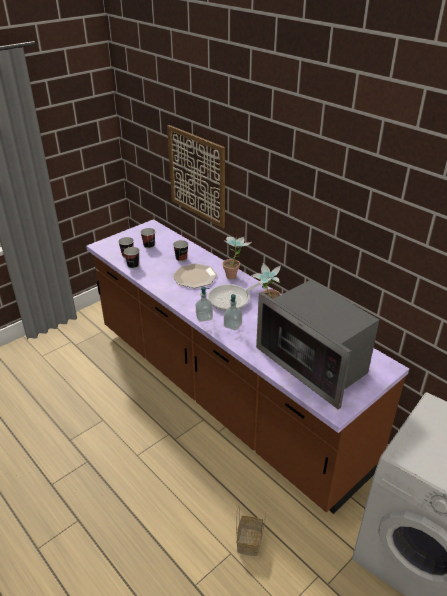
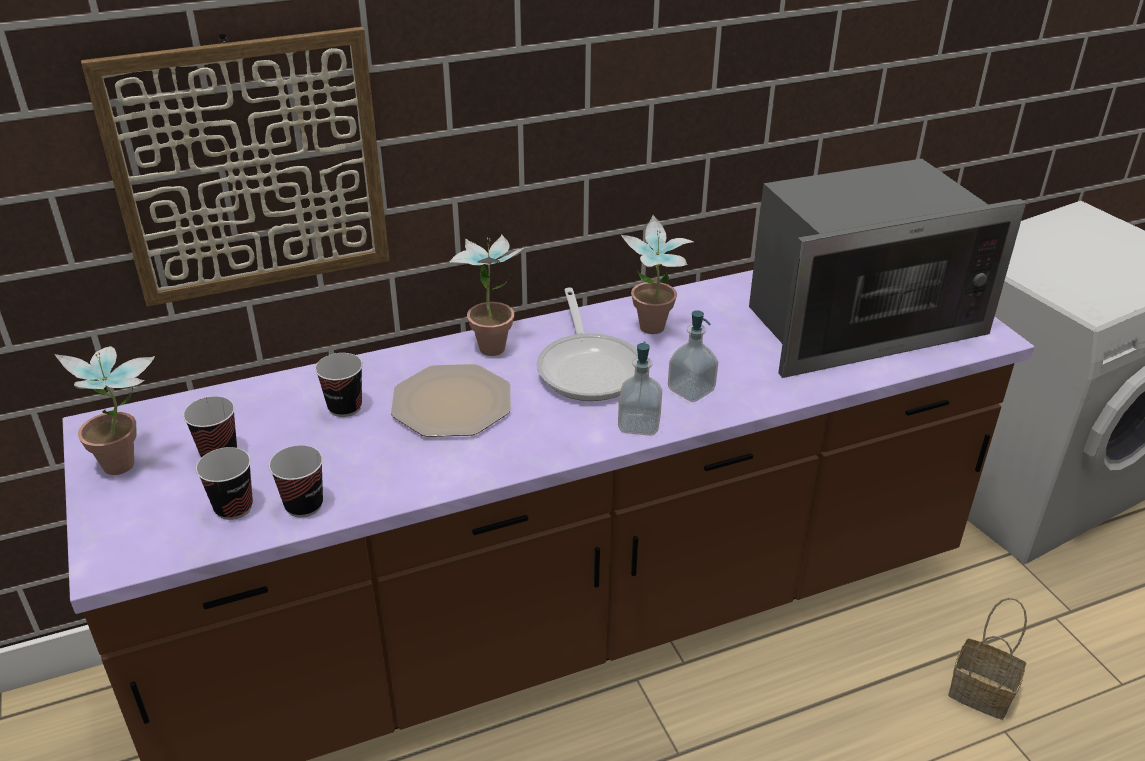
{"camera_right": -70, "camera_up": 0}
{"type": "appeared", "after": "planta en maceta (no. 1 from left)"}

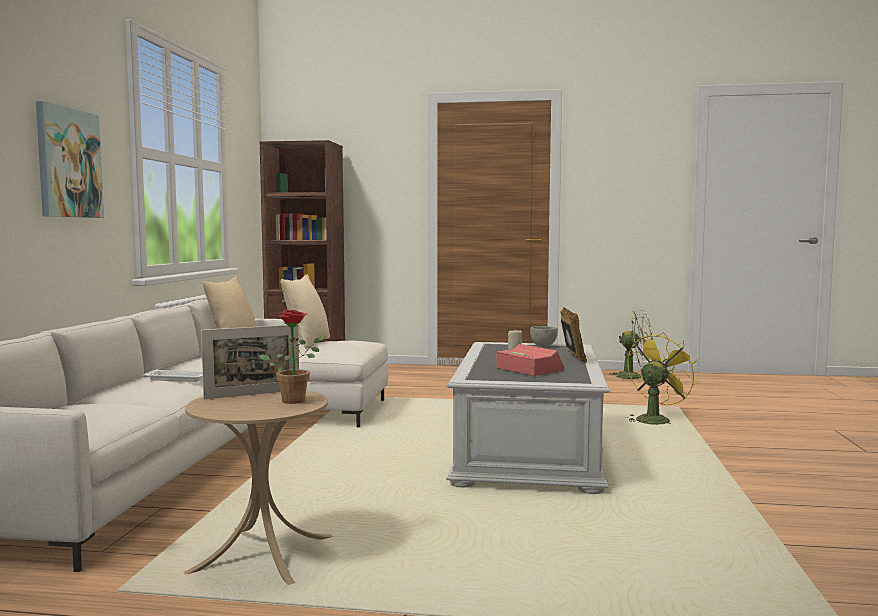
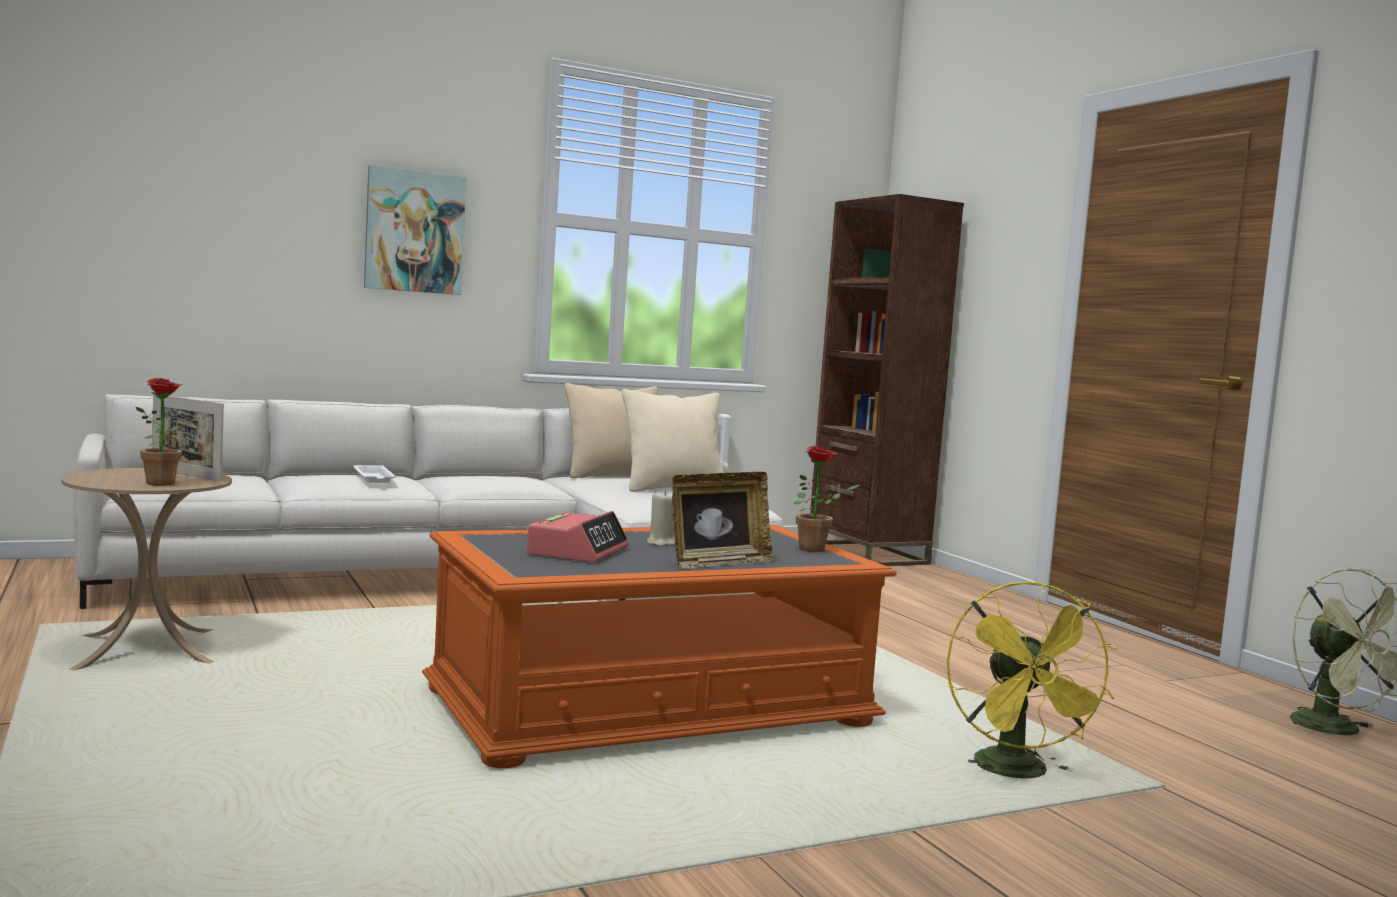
{"camera_right": 55, "camera_up": 0}
{"type": "colour", "before": "mesa de centro [blanco]", "after": "mesa de centro [naranja]"}
{"type": "exchanged", "before": "cuenco [gris]", "after": "planta en maceta (no. 2 from left)"}
{"type": "spun", "before": "ventilador [amarillo]", "turn": 75}

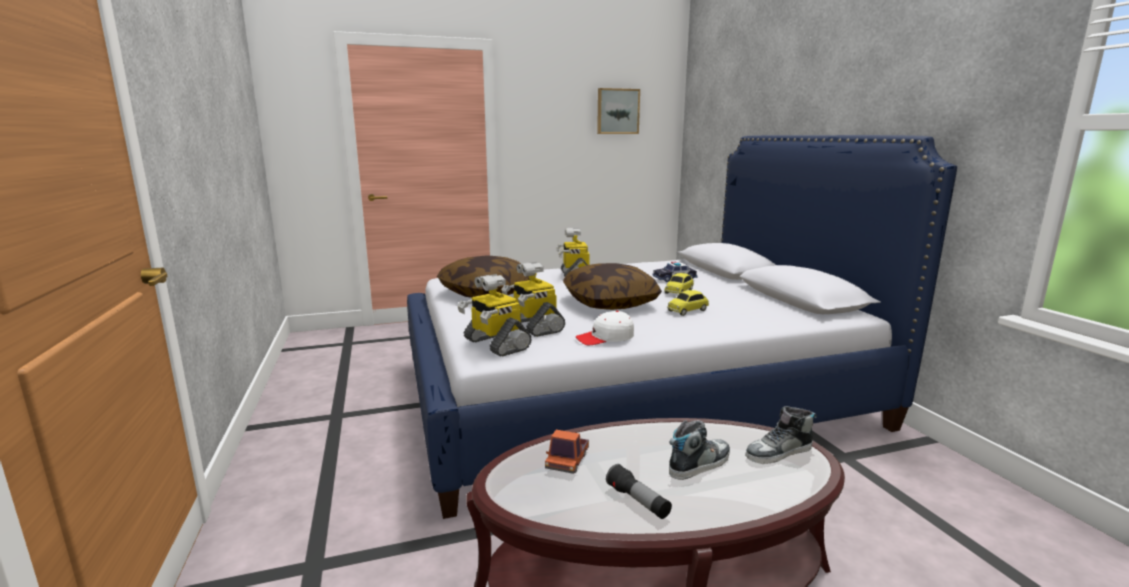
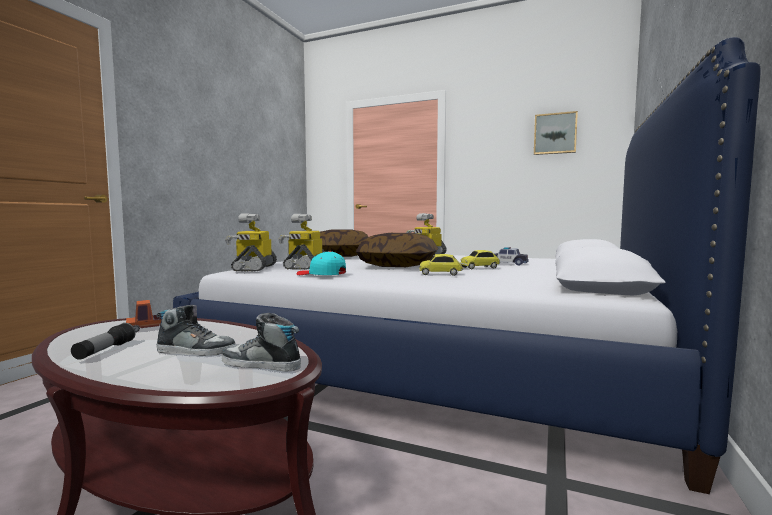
{"camera_right": 40, "camera_up": -10}
{"type": "colour", "before": "gorra [blanco]", "after": "gorra [turquesa]"}

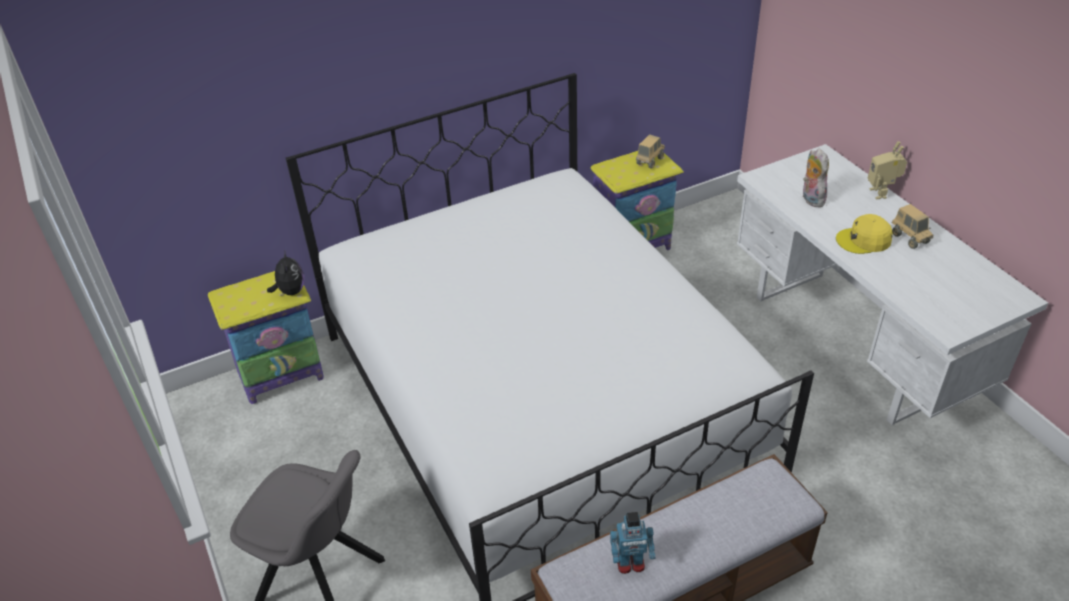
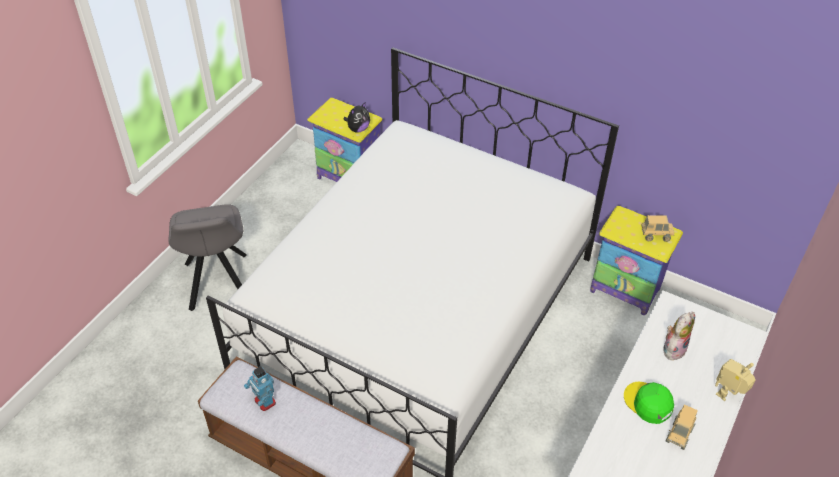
{"camera_right": 55, "camera_up": 5}
{"type": "colour", "before": "gorra [amarillo]", "after": "gorra [verde]"}

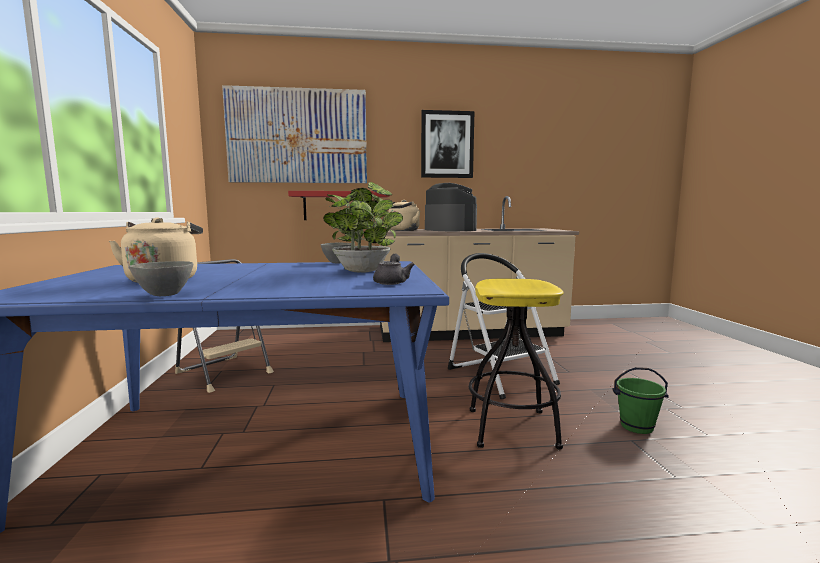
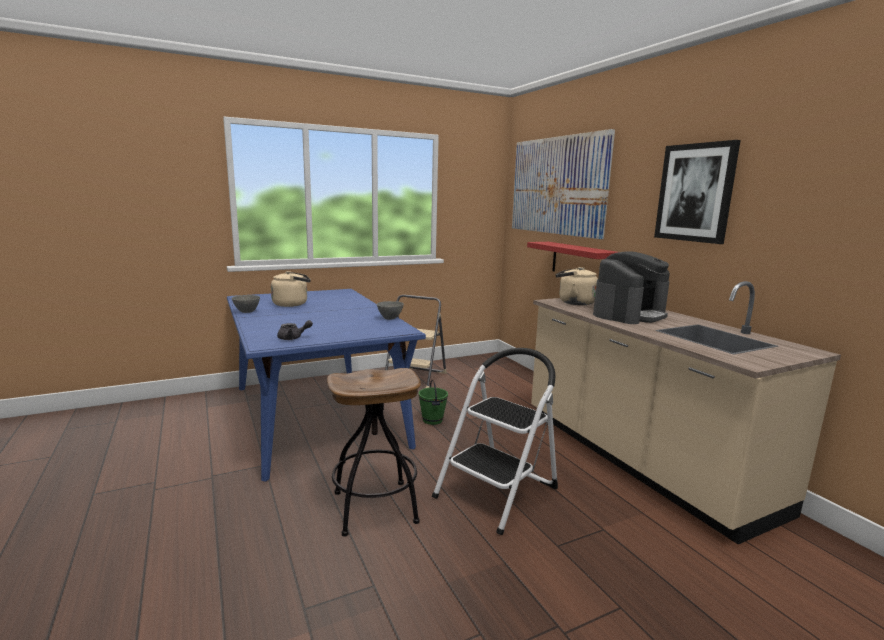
{"camera_right": 70, "camera_up": 5}
{"type": "colour", "before": "taburete [amarillo]", "after": "taburete [marrón]"}
{"type": "relocated", "before": "cubo [verde]"}
{"type": "missing", "before": "planta en maceta"}

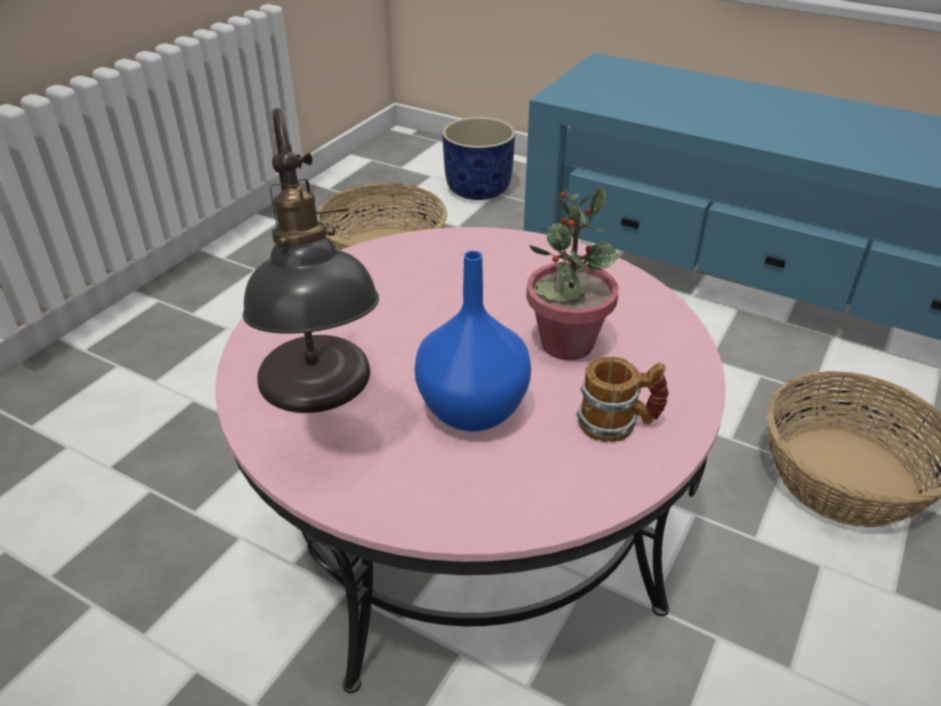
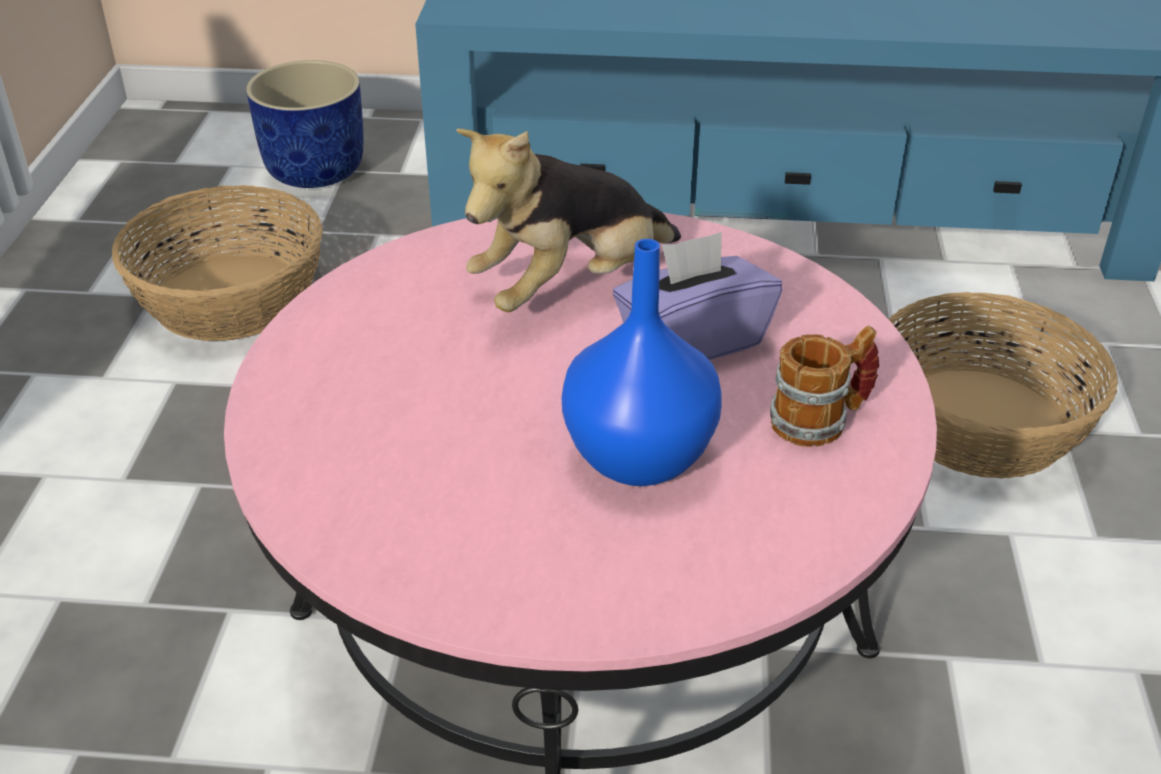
{"camera_right": -25, "camera_up": 0}
{"type": "appeared", "after": "peluche"}
{"type": "exchanged", "before": "planta en maceta", "after": "caja de pañuelos [morado]"}
{"type": "missing", "before": "lámpara de mesa [gris]"}

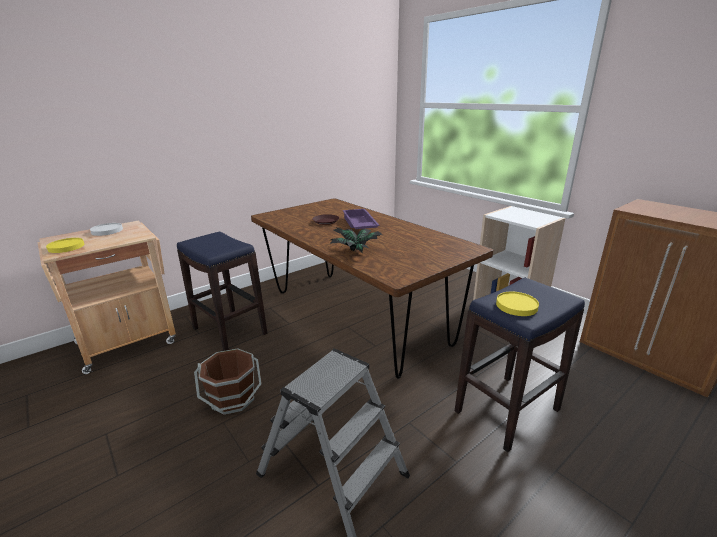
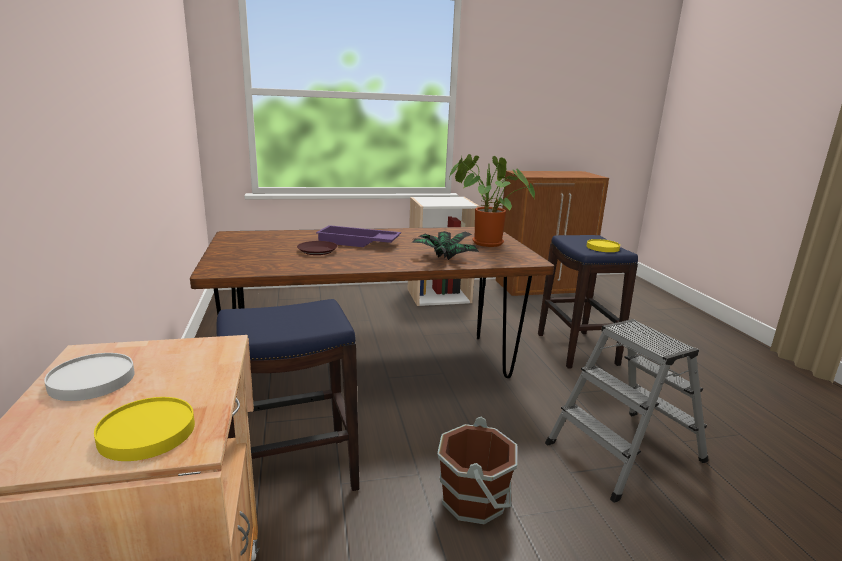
{"camera_right": -65, "camera_up": -5}
{"type": "appeared", "after": "planta en maceta (no. 2 from left)"}

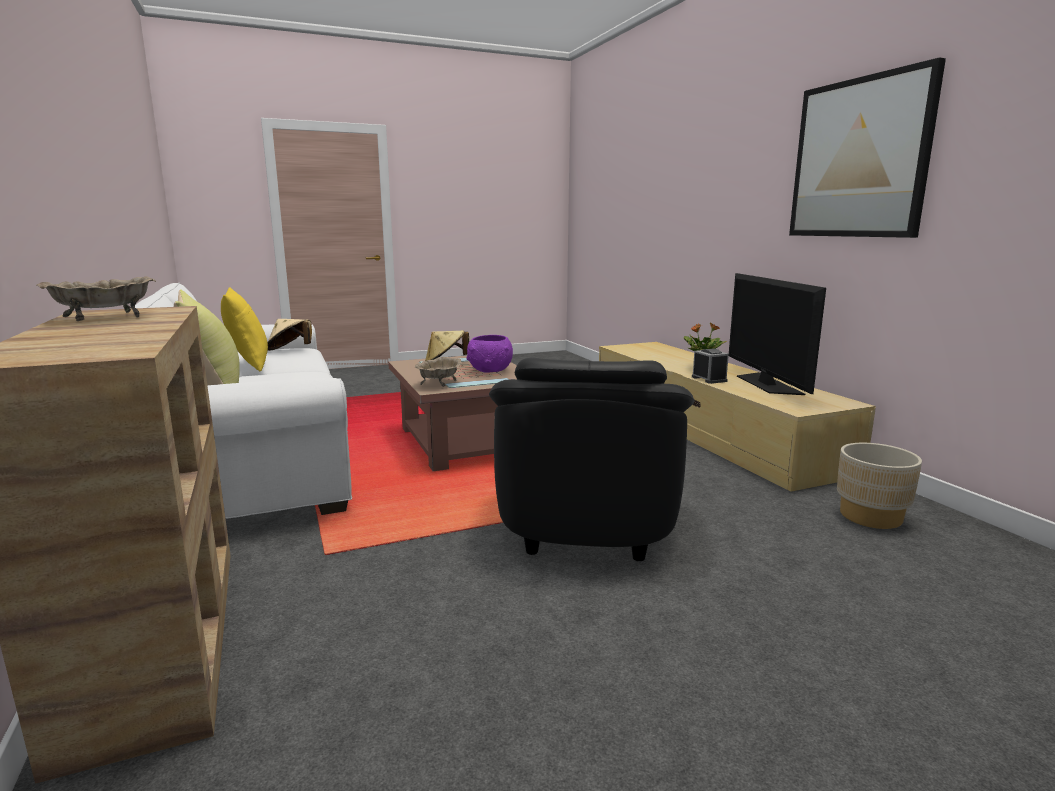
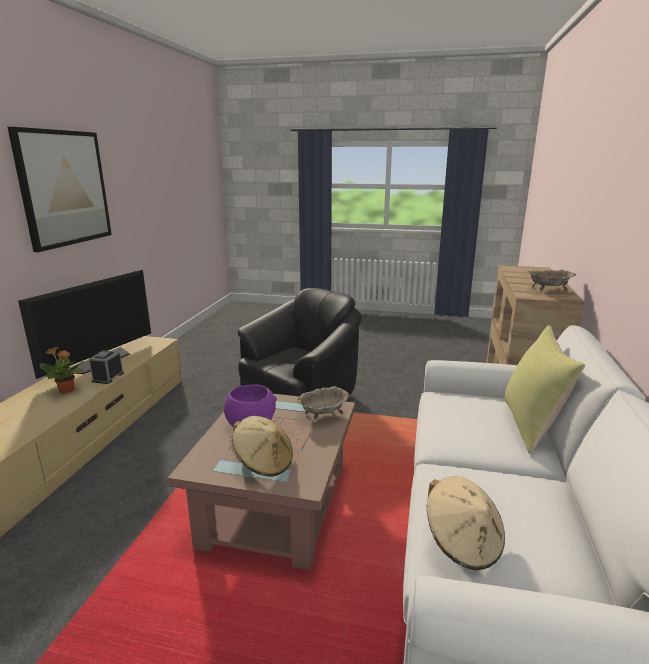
{"camera_right": -145, "camera_up": 5}
{"type": "missing", "before": "cojín [amarillo] (no. 2 from left)"}
{"type": "missing", "before": "maceta [beis]"}

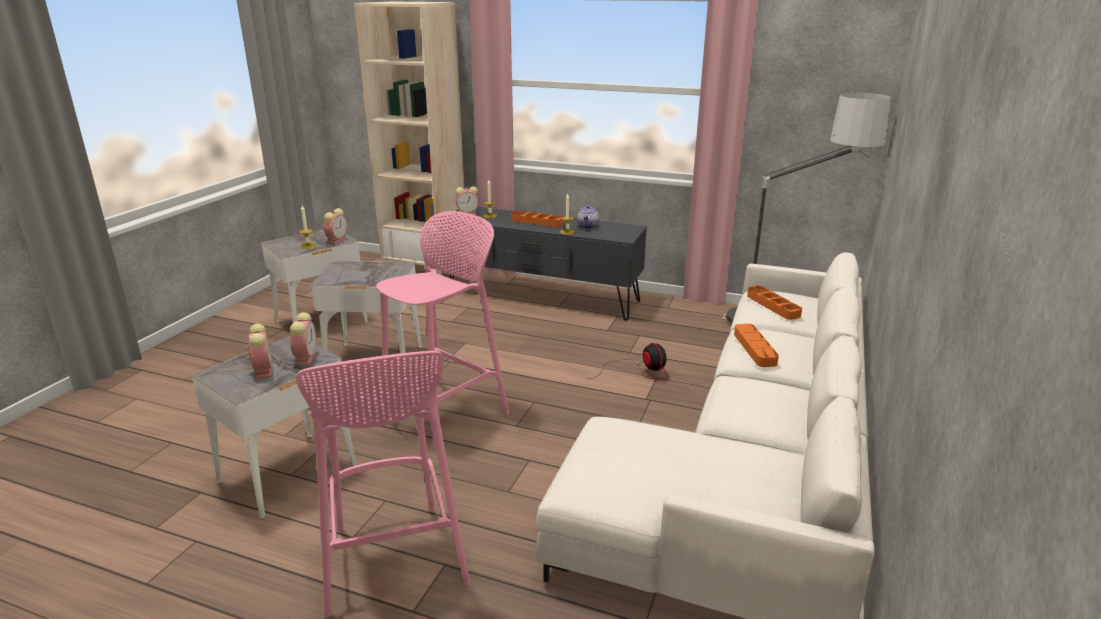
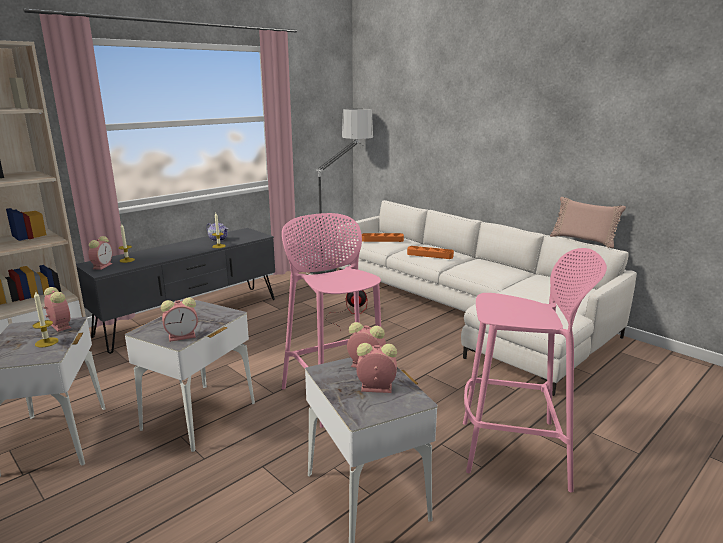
{"camera_right": -65, "camera_up": -5}
{"type": "appeared", "after": "despertador (no. 3 from left)"}
{"type": "appeared", "after": "cojín [beis]"}
{"type": "missing", "before": "bandeja [naranja] (no. 1 from left)"}

